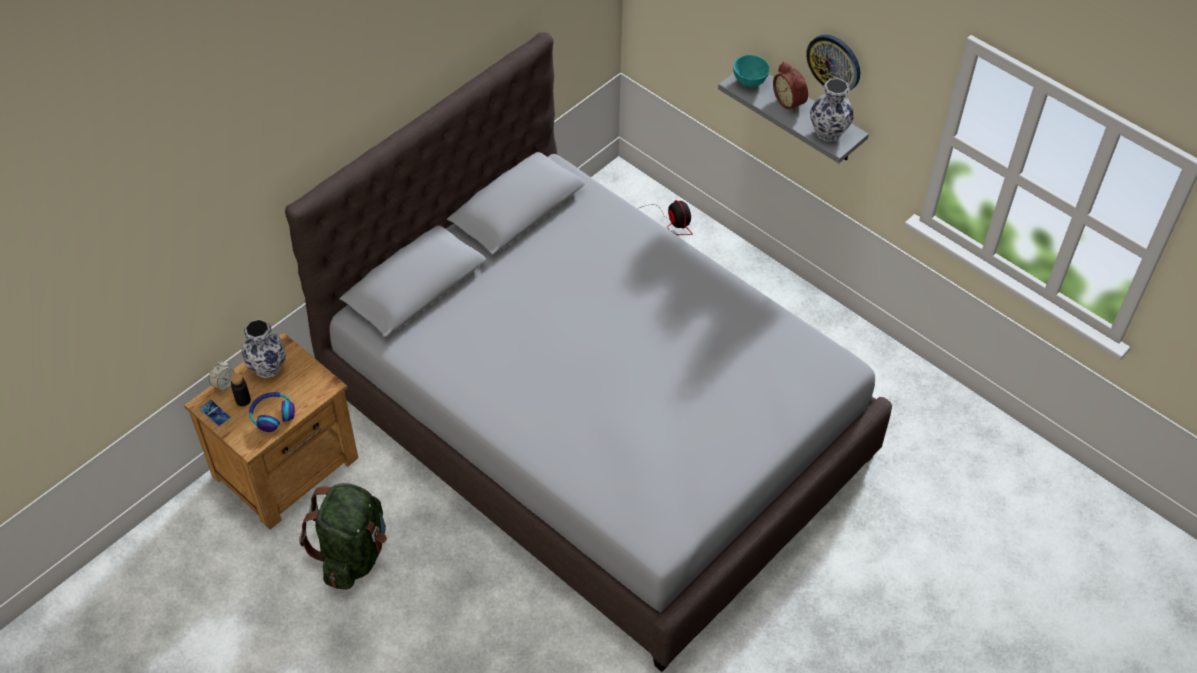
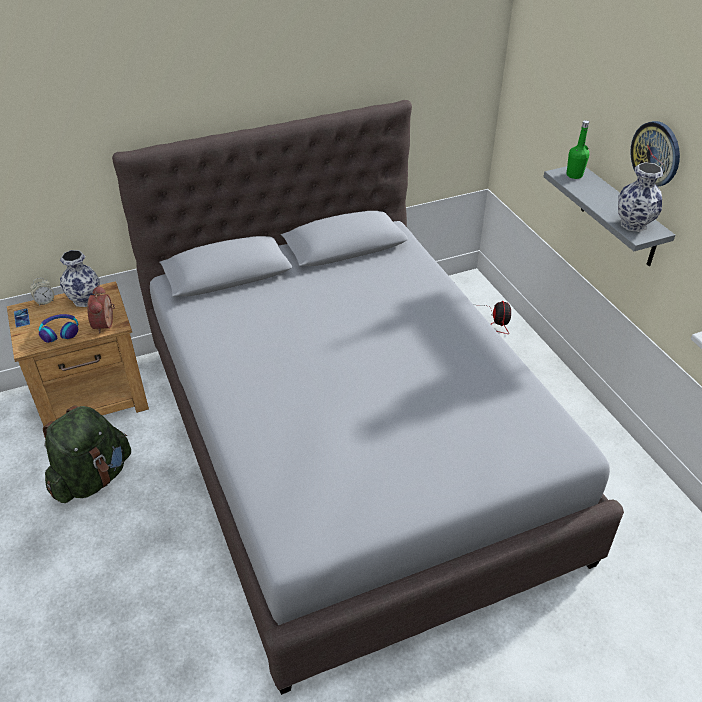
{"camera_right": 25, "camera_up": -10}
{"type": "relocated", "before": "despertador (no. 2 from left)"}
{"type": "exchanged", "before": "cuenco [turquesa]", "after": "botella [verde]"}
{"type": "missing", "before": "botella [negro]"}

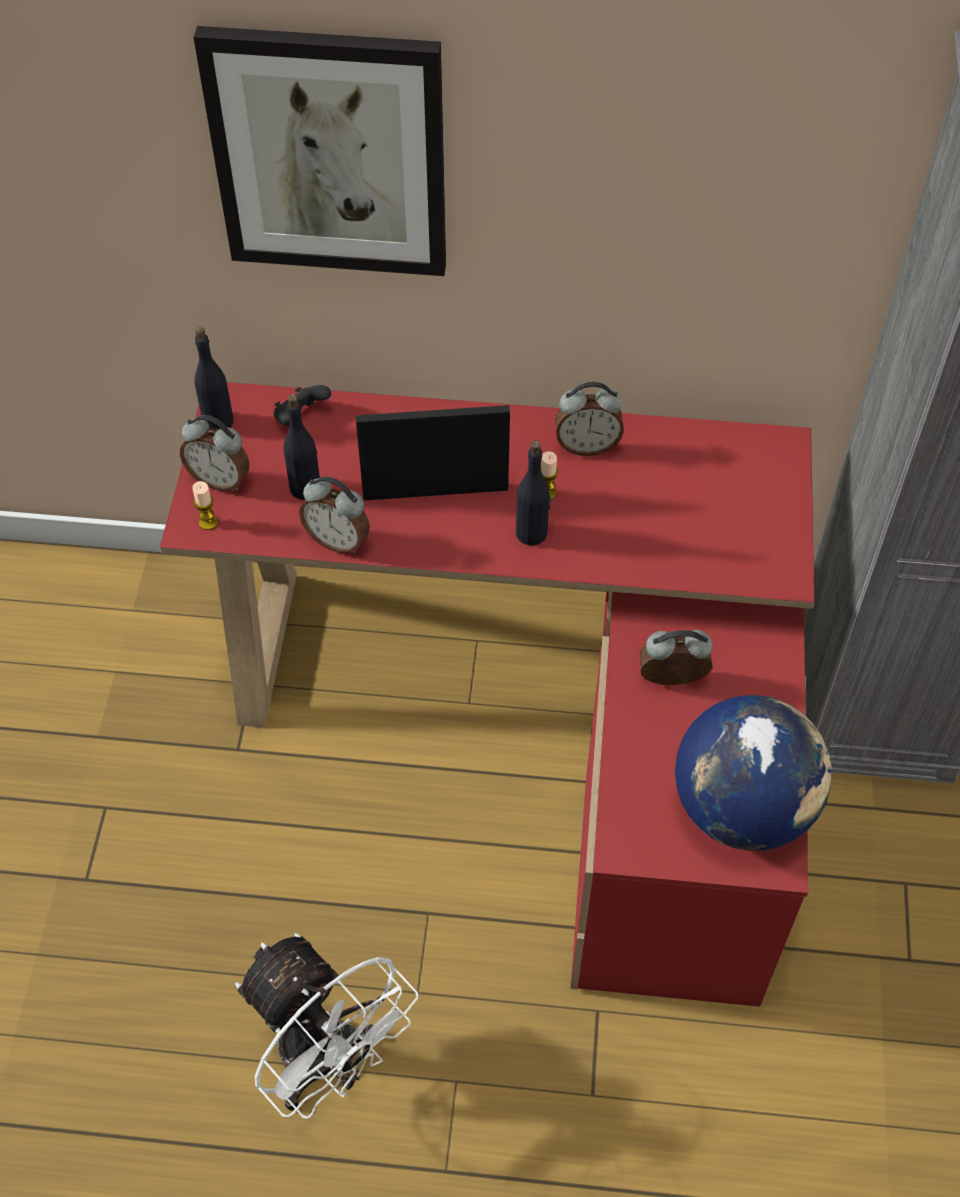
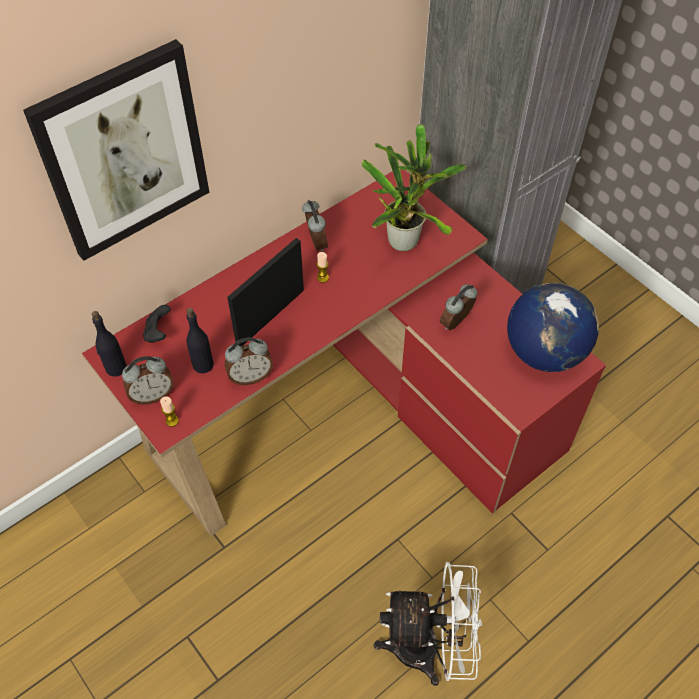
{"camera_right": -45, "camera_up": 0}
{"type": "spun", "before": "despertador (no. 3 from left)", "turn": -60}
{"type": "appeared", "after": "planta en maceta"}
{"type": "missing", "before": "botella [negro] (no. 3 from left)"}

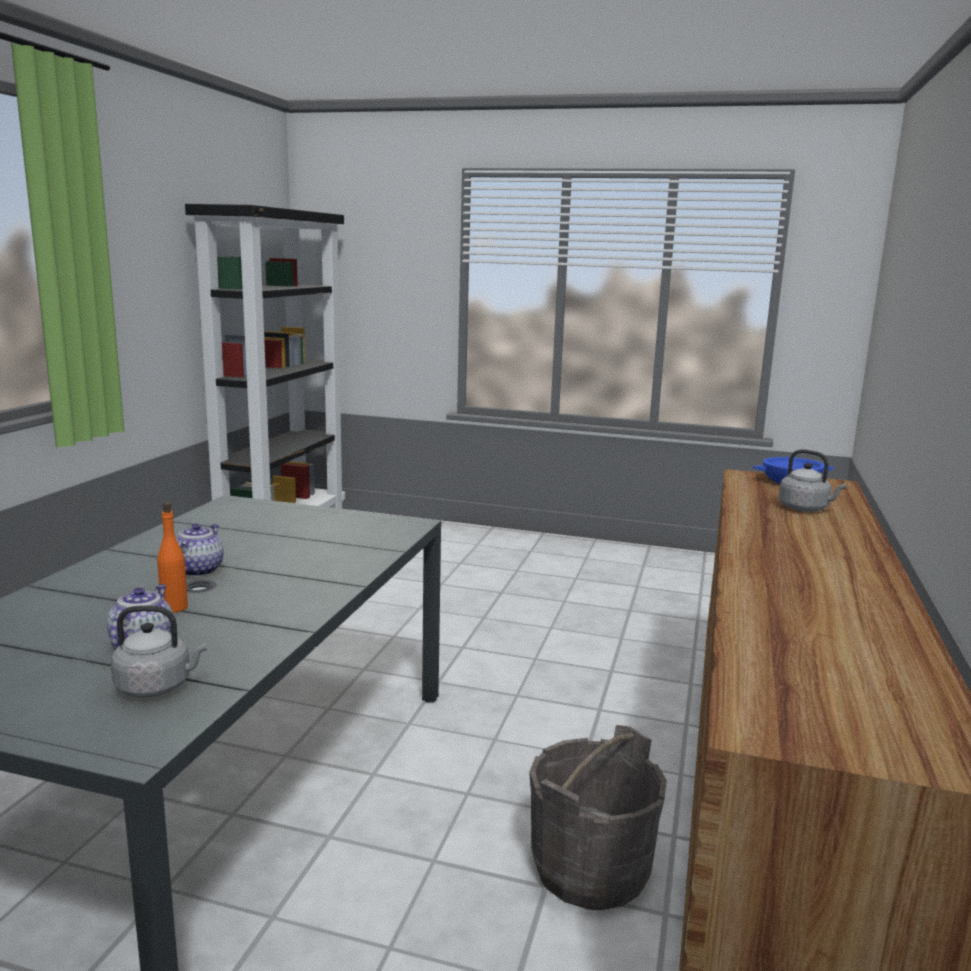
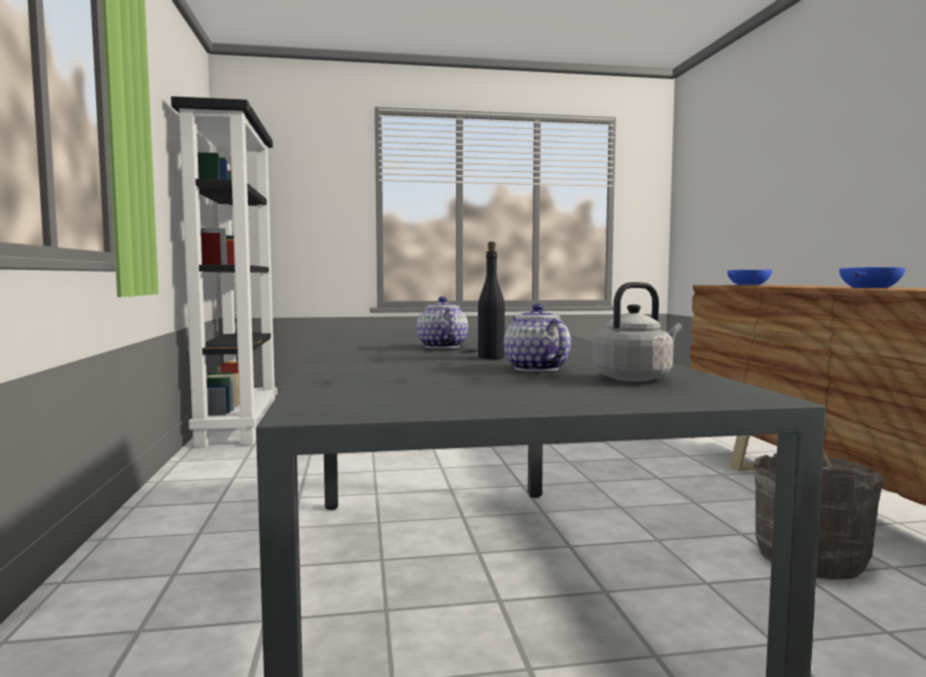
{"camera_right": -25, "camera_up": -10}
{"type": "colour", "before": "botella [naranja]", "after": "botella [negro]"}
{"type": "appeared", "after": "cuenco [azul] (no. 2 from left)"}
{"type": "missing", "before": "hervidor [gris] (no. 2 from left)"}

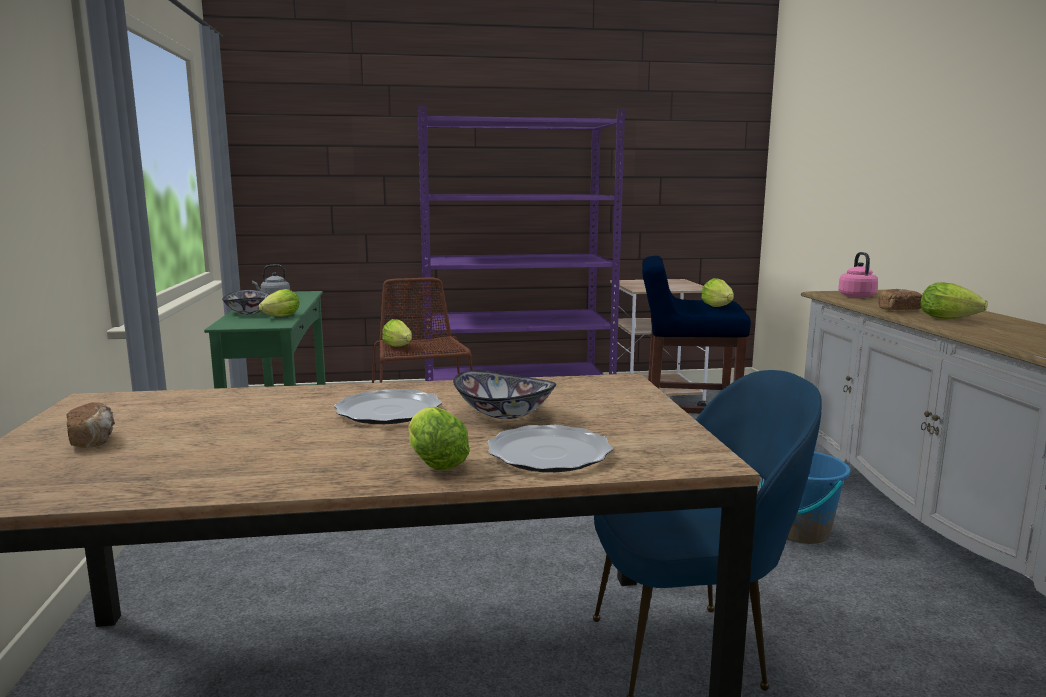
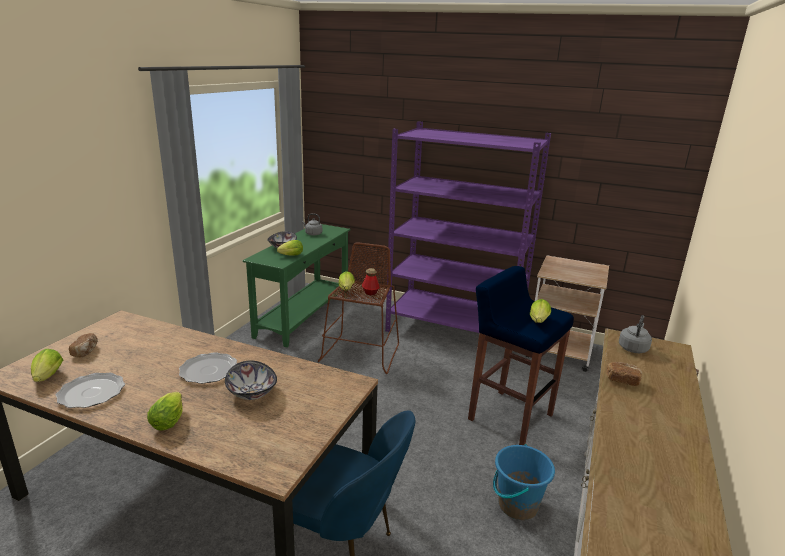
{"camera_right": 30, "camera_up": 10}
{"type": "relocated", "before": "lechuga (no. 5 from left in the first image)", "after": "lechuga (no. 1 from left)"}
{"type": "relocated", "before": "plato (no. 2 from left in the first image)", "after": "plato (no. 1 from left)"}
{"type": "appeared", "after": "botella"}
{"type": "colour", "before": "hervidor [rosa]", "after": "hervidor [gris] (no. 2 from left)"}

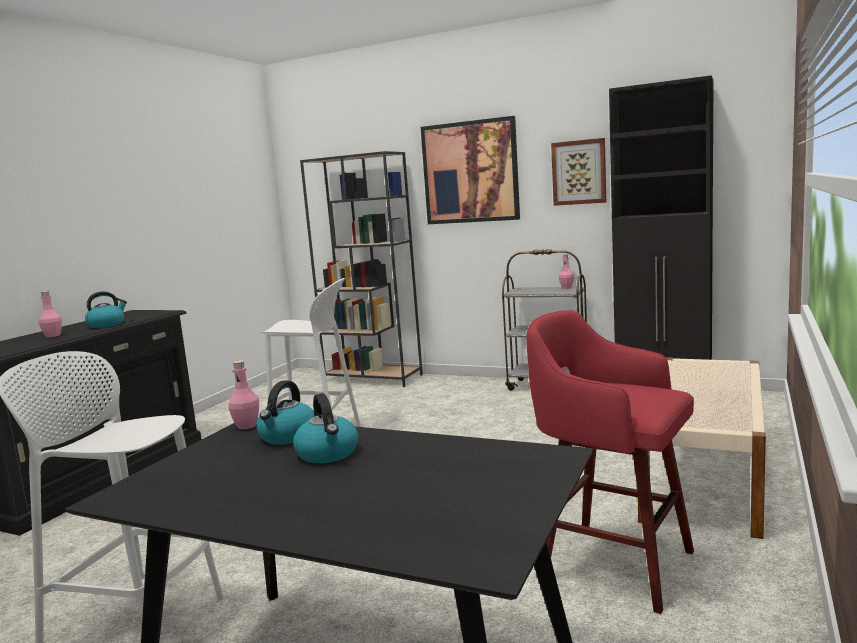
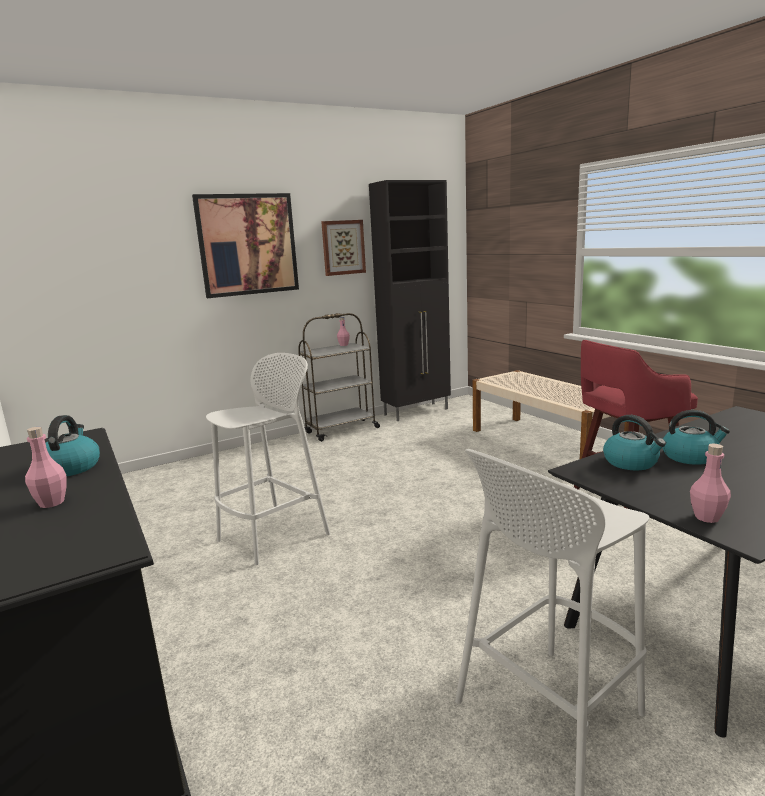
{"camera_right": -55, "camera_up": 5}
{"type": "relocated", "before": "botella [rosa] (no. 2 from left in the first image)", "after": "botella [rosa] (no. 3 from left)"}
{"type": "missing", "before": "estantería"}

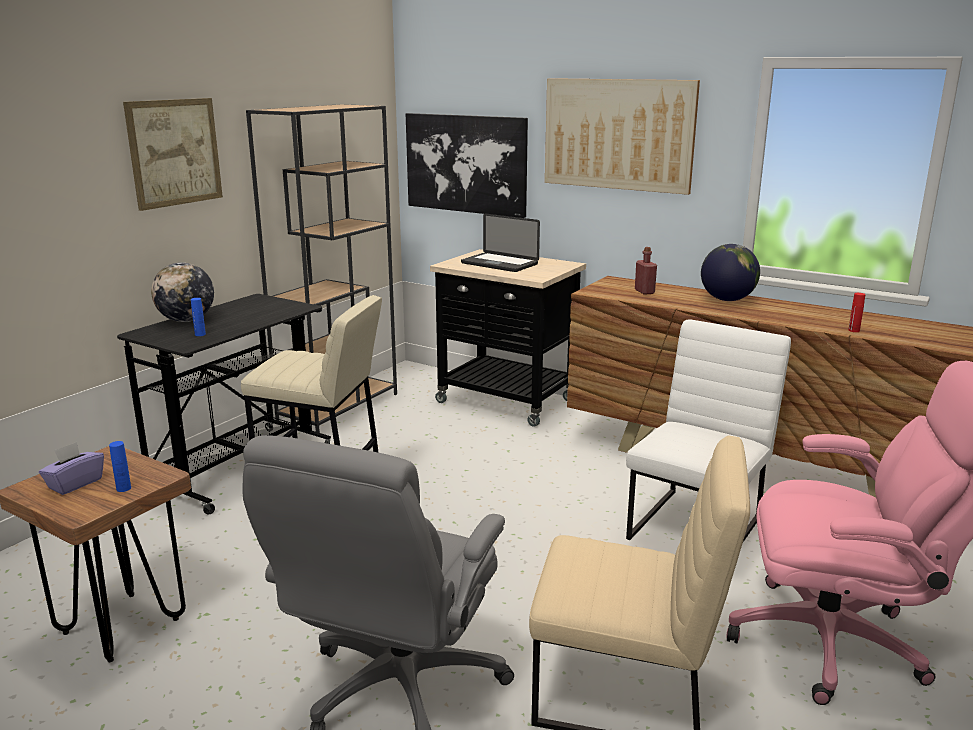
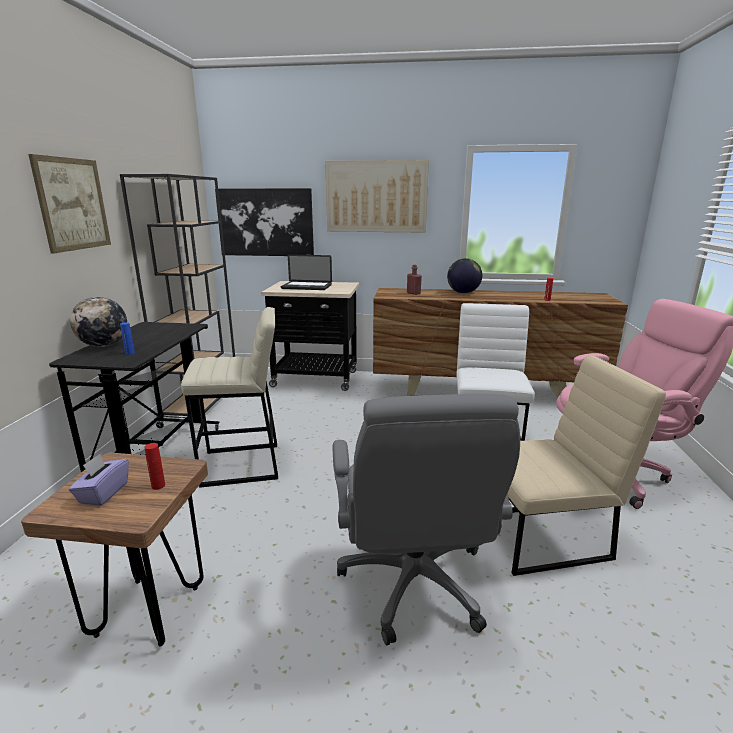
{"camera_right": -25, "camera_up": 0}
{"type": "colour", "before": "botella [azul] (no. 1 from left)", "after": "botella [rojo] (no. 1 from left)"}

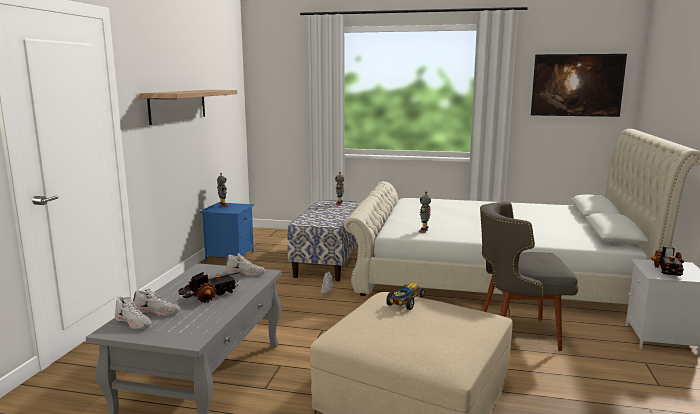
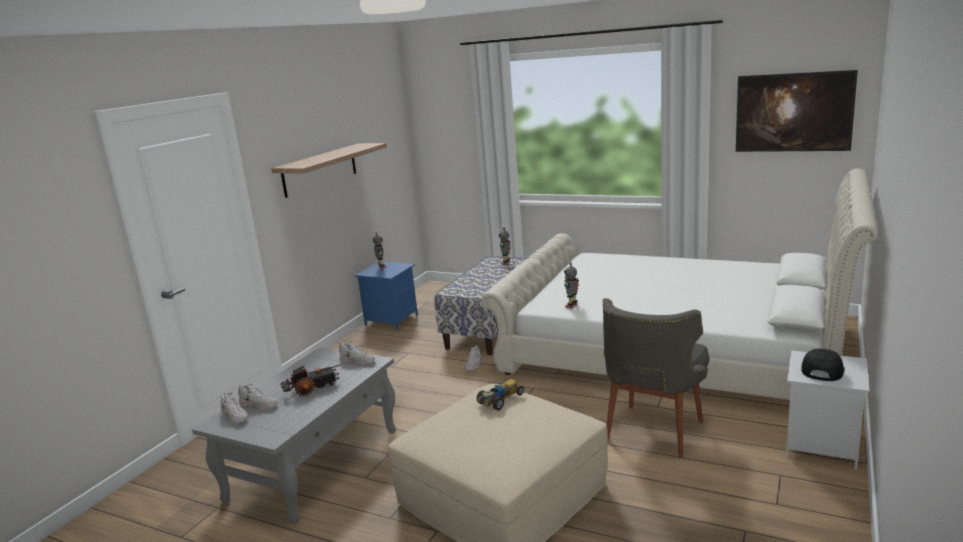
{"camera_right": 15, "camera_up": 5}
{"type": "spun", "before": "silla [gris]", "turn": -75}
{"type": "exchanged", "before": "camión de juguete (no. 2 from left)", "after": "gorra [negro]"}

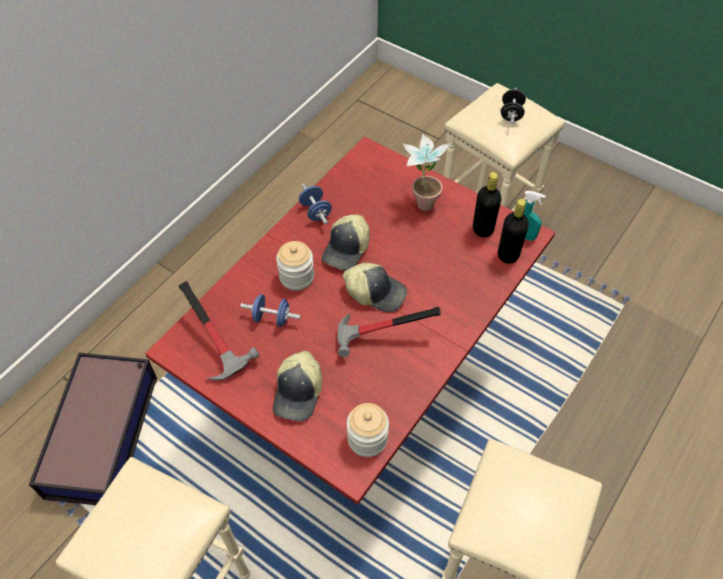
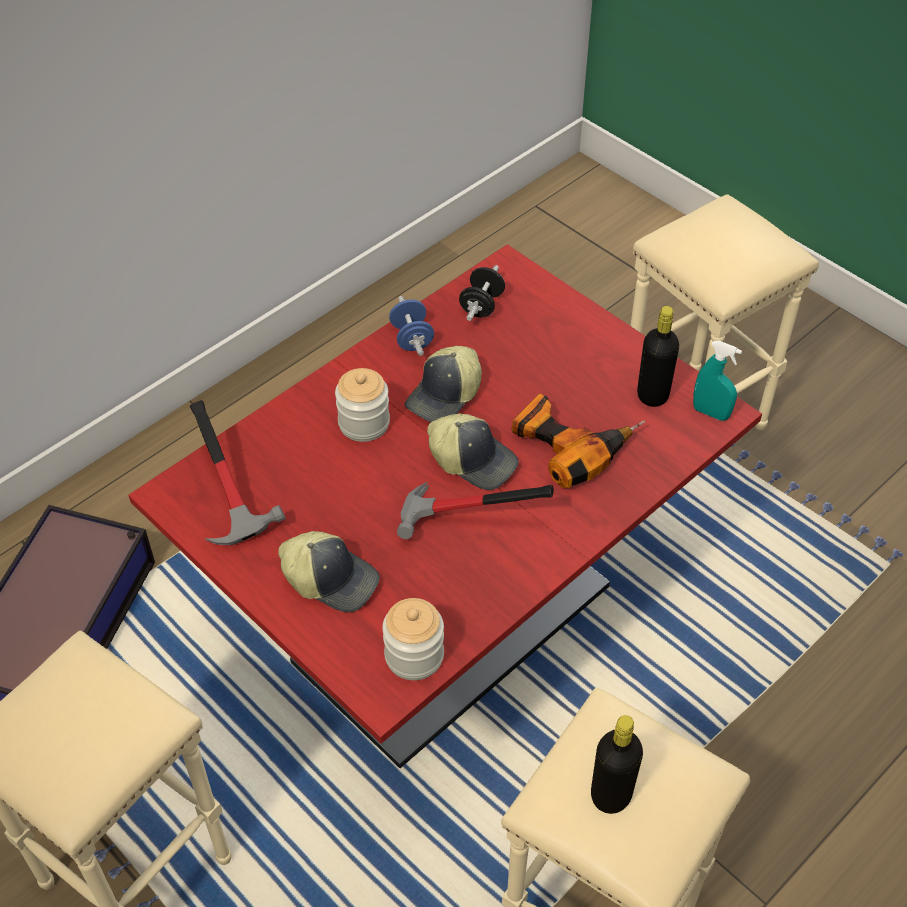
{"camera_right": 10, "camera_up": -5}
{"type": "spun", "before": "gorra (no. 1 from left)", "turn": -90}
{"type": "relocated", "before": "mancuerna [negro]"}
{"type": "appeared", "after": "taladro"}
{"type": "relocated", "before": "botella [negro] (no. 2 from left in the first image)", "after": "botella [negro] (no. 1 from left)"}
{"type": "missing", "before": "mancuerna [azul] (no. 1 from left)"}
{"type": "missing", "before": "planta en maceta"}

